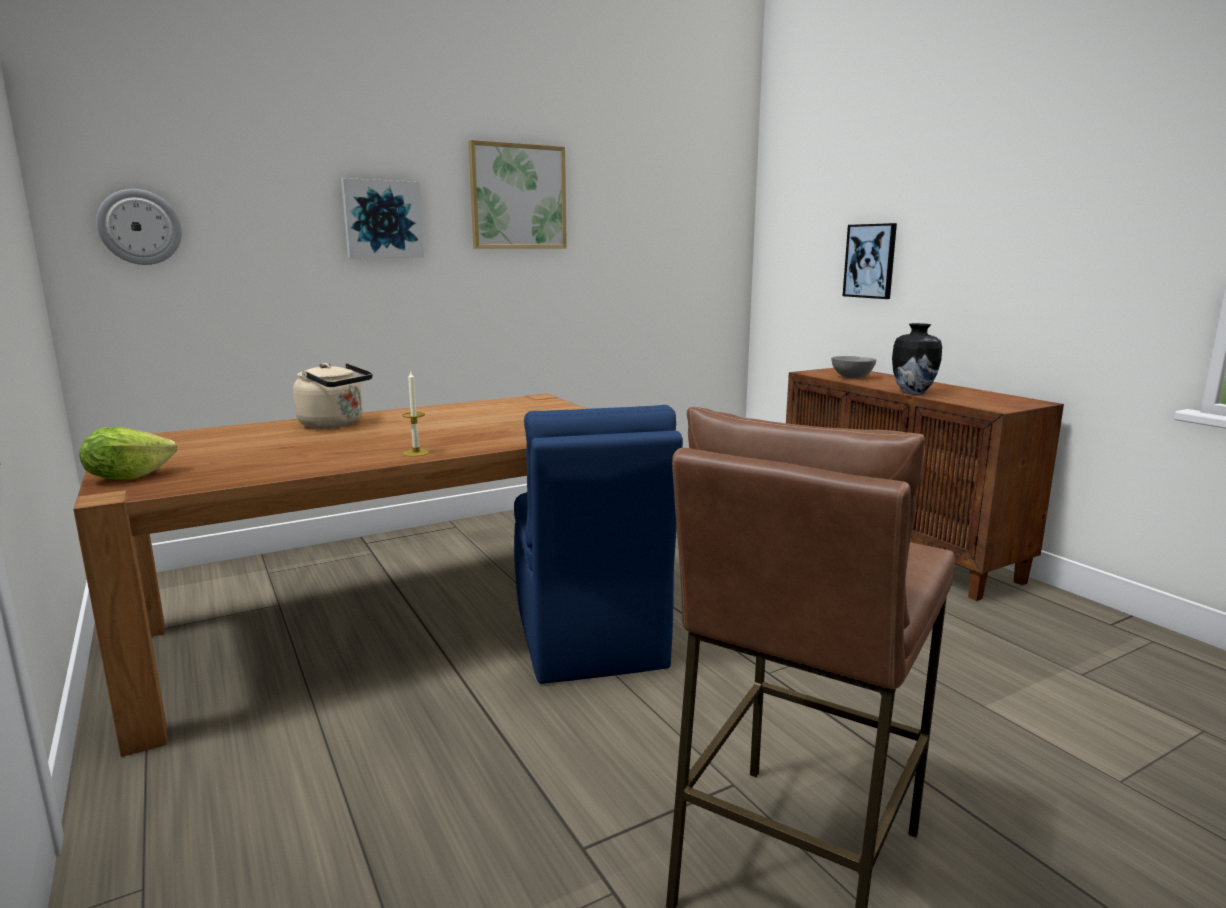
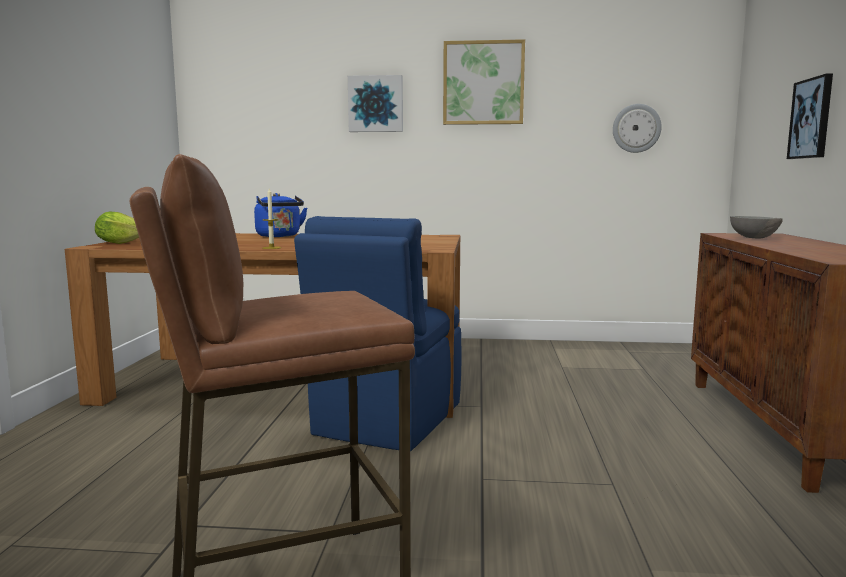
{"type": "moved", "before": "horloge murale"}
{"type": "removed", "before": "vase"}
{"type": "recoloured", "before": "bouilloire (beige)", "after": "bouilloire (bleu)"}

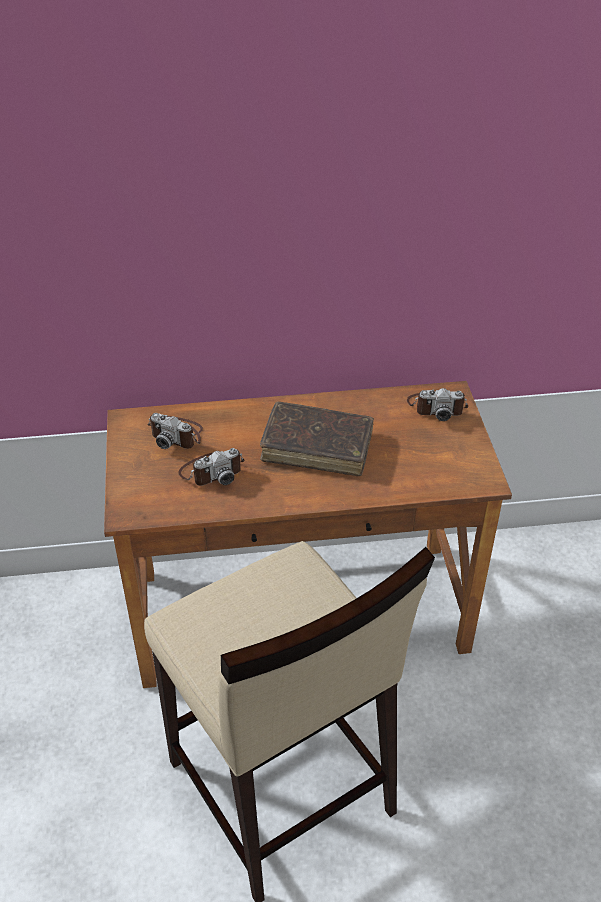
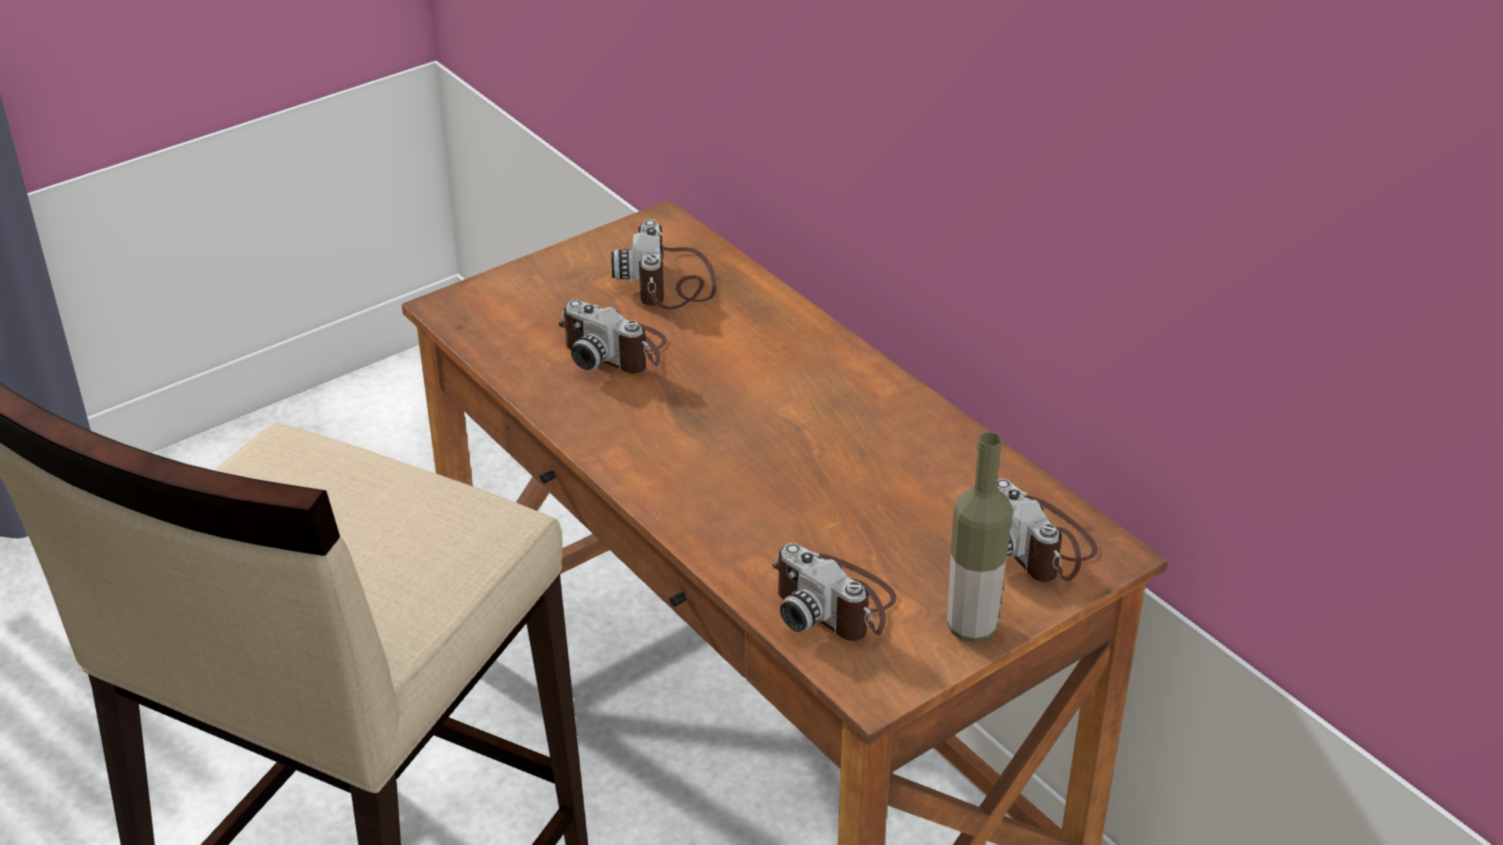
{"type": "removed", "before": "livre (marron)"}
{"type": "added", "after": "bouteille"}
{"type": "added", "after": "appareil photo (3rd from left)"}

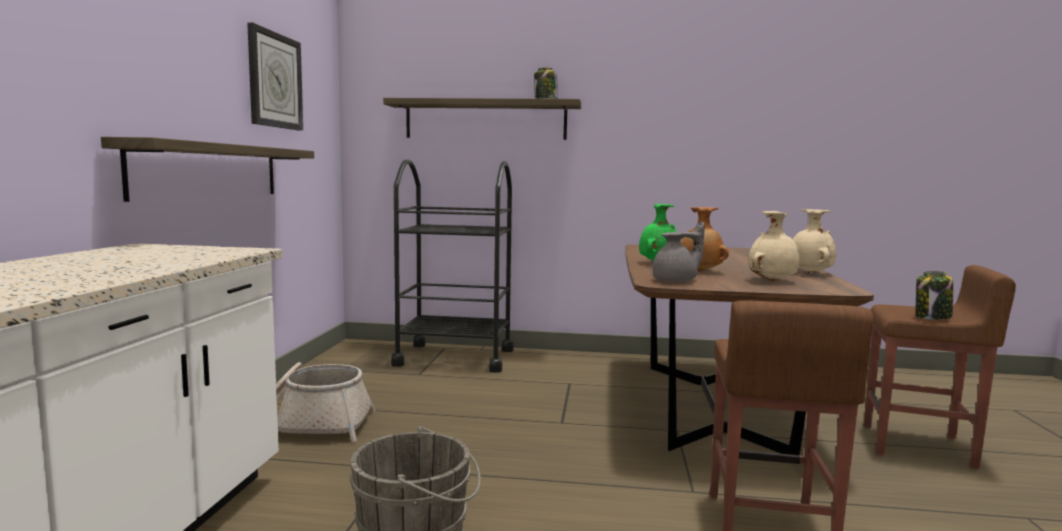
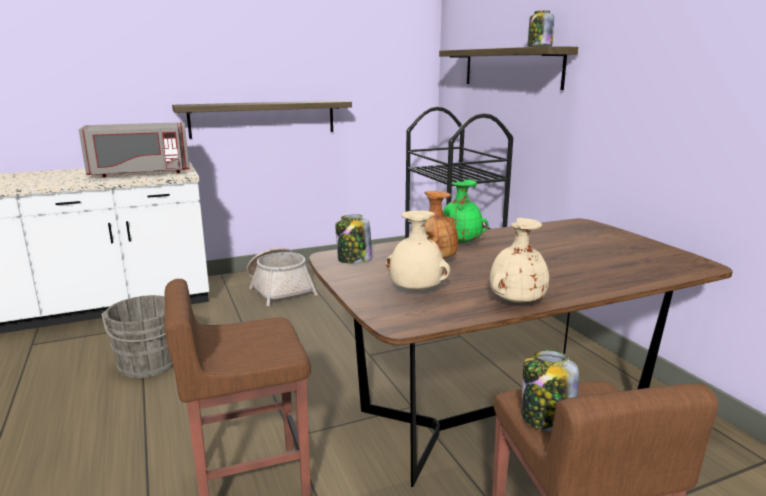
{"type": "removed", "before": "horloge murale"}
{"type": "replaced", "before": "théière (gris)", "after": "bocal (1st from left)"}
{"type": "added", "after": "micro-ondes (gris)"}

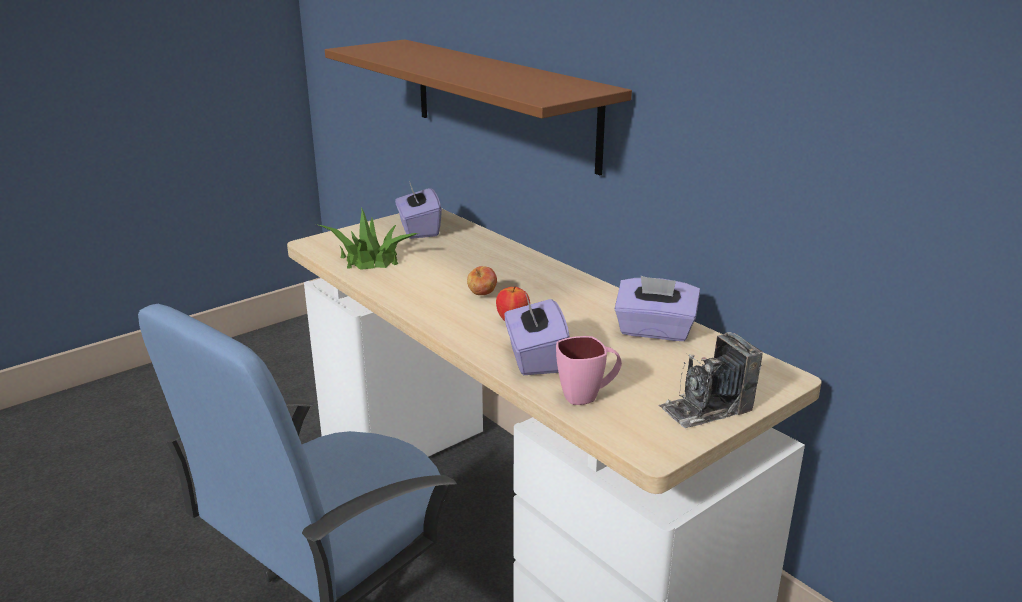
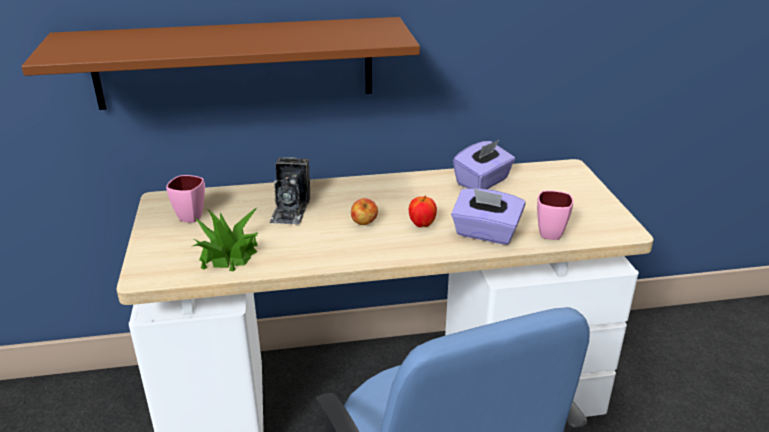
{"type": "replaced", "before": "boîte à mouchoirs (violet) (1st from left)", "after": "mug (rose) (1st from left)"}
{"type": "moved", "before": "appareil photo"}

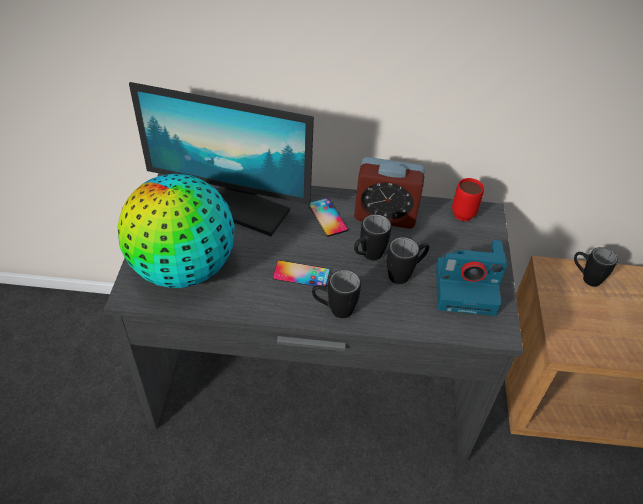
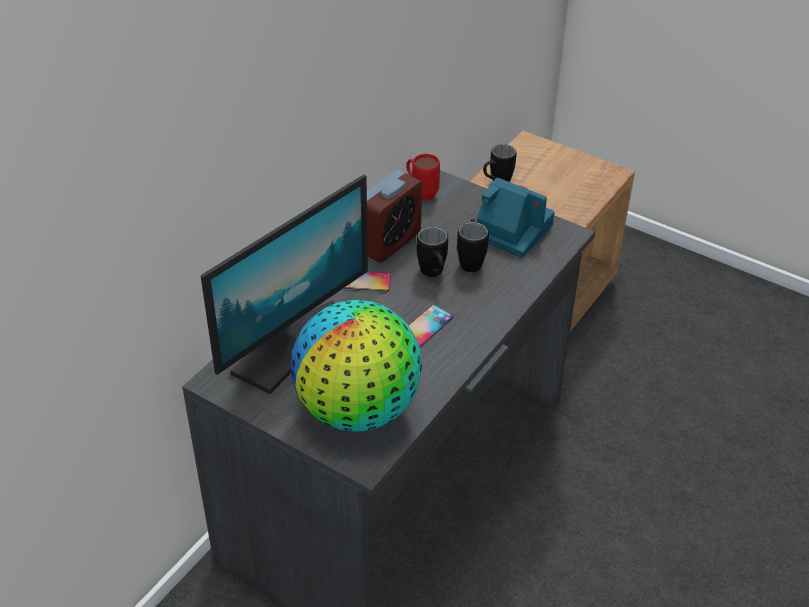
{"type": "turned", "before": "appareil photo", "turn": -90}
{"type": "removed", "before": "mug (noir) (1st from left)"}

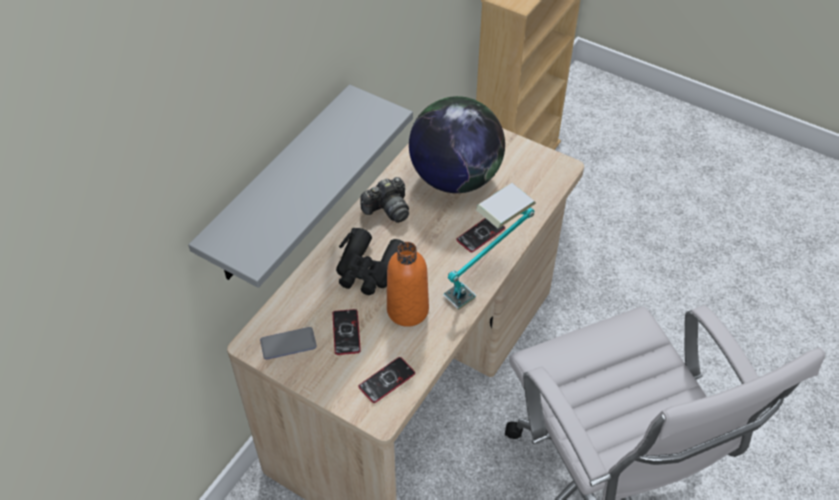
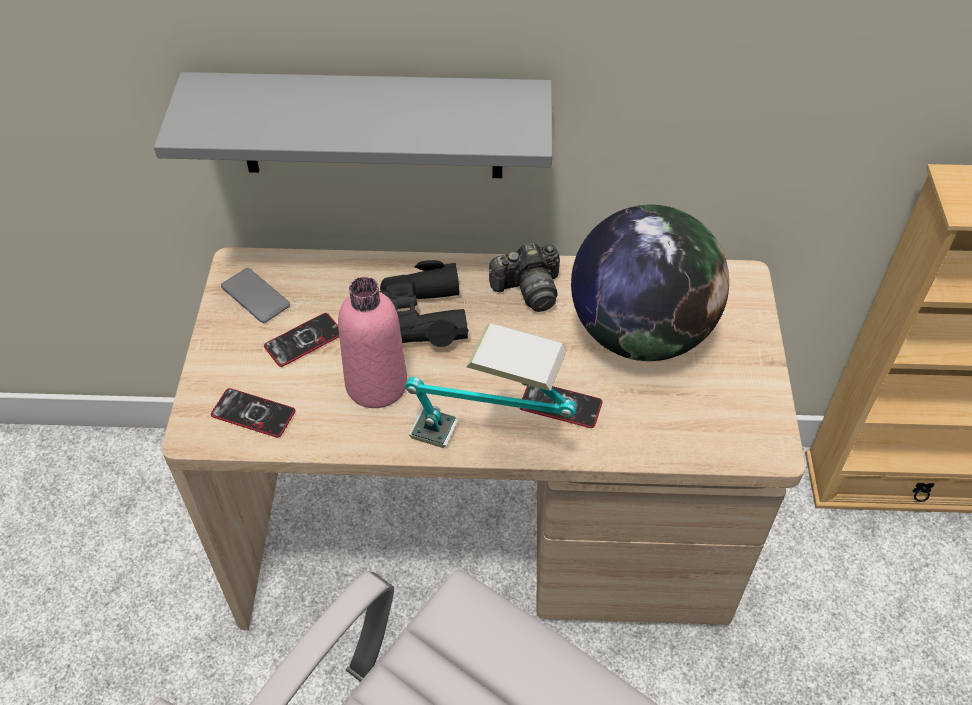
{"type": "turned", "before": "appareil photo", "turn": -45}
{"type": "recoloured", "before": "bouteille (orange)", "after": "bouteille (rose)"}

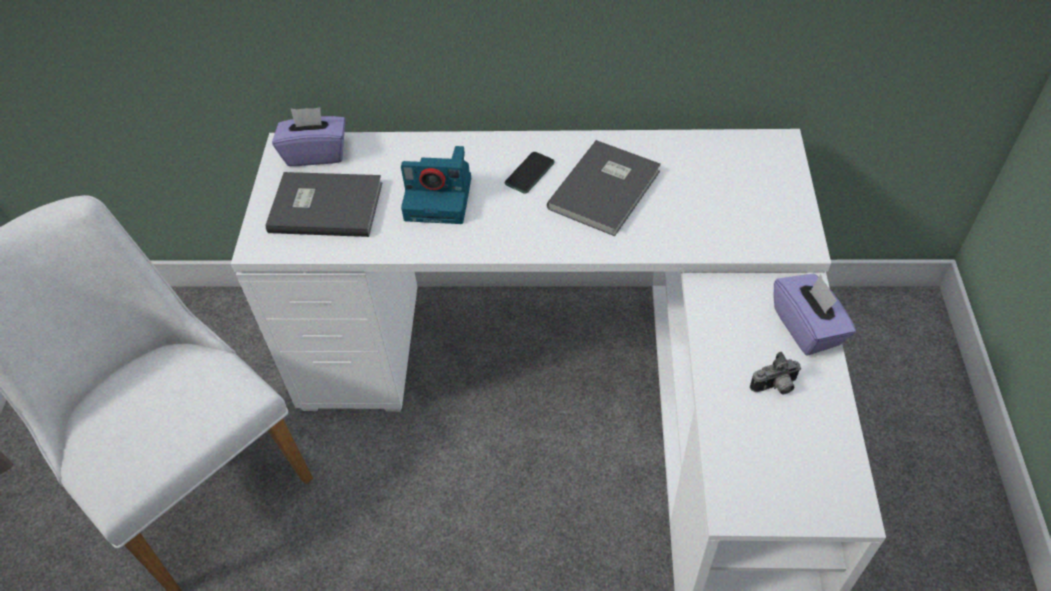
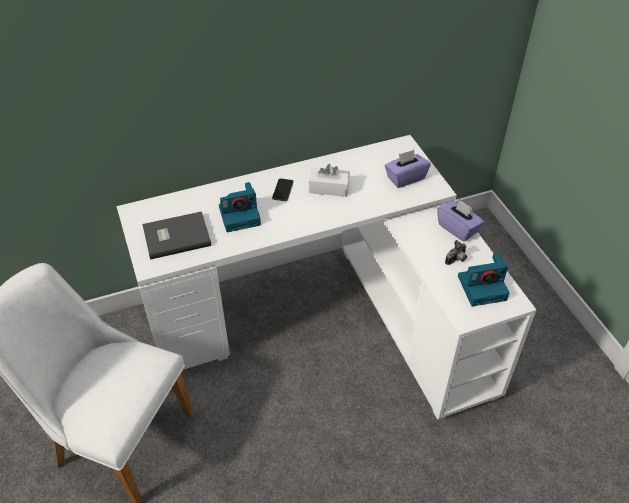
{"type": "moved", "before": "boîte à mouchoirs (violet) (1st from left)"}
{"type": "replaced", "before": "livre (gris) (2nd from left)", "after": "boîte à mouchoirs (blanc)"}
{"type": "added", "after": "appareil photo (3rd from left)"}

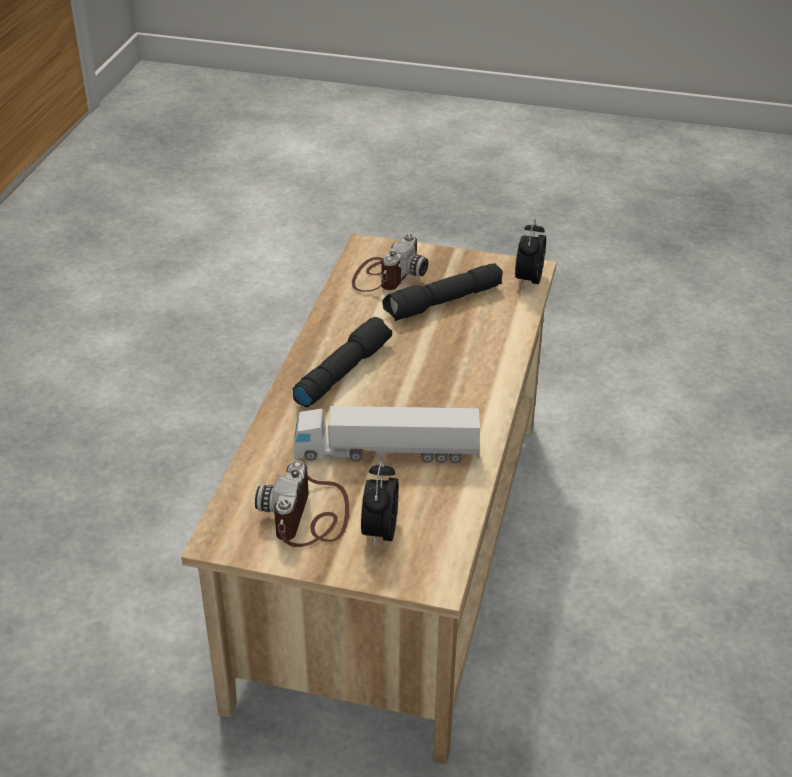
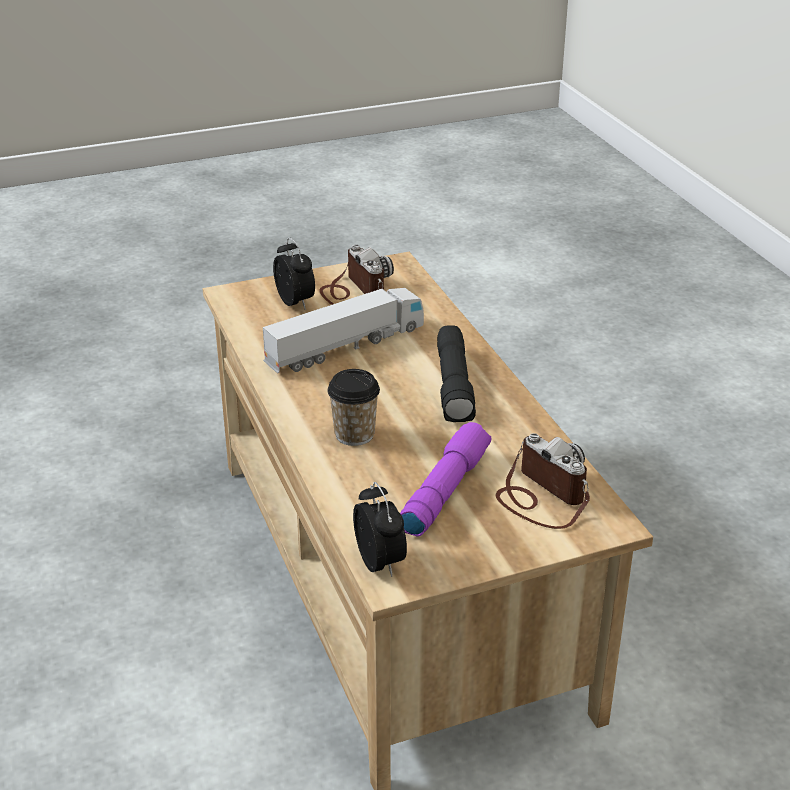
{"type": "turned", "before": "appareil photo (2nd from left)", "turn": 150}
{"type": "recoloured", "before": "lampe de poche (noir) (2nd from left)", "after": "lampe de poche (violet)"}
{"type": "added", "after": "tasse"}

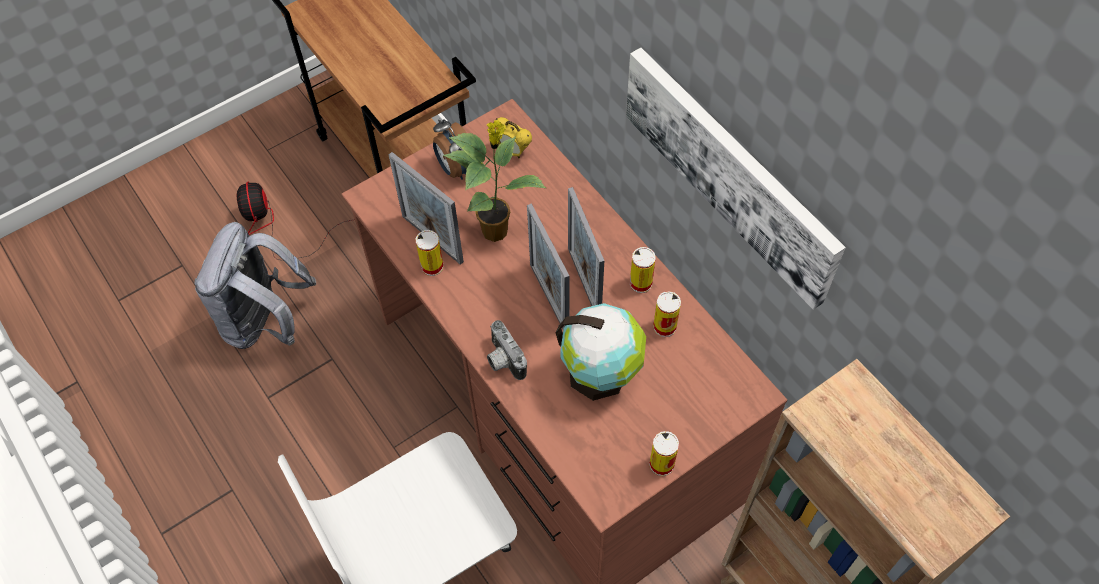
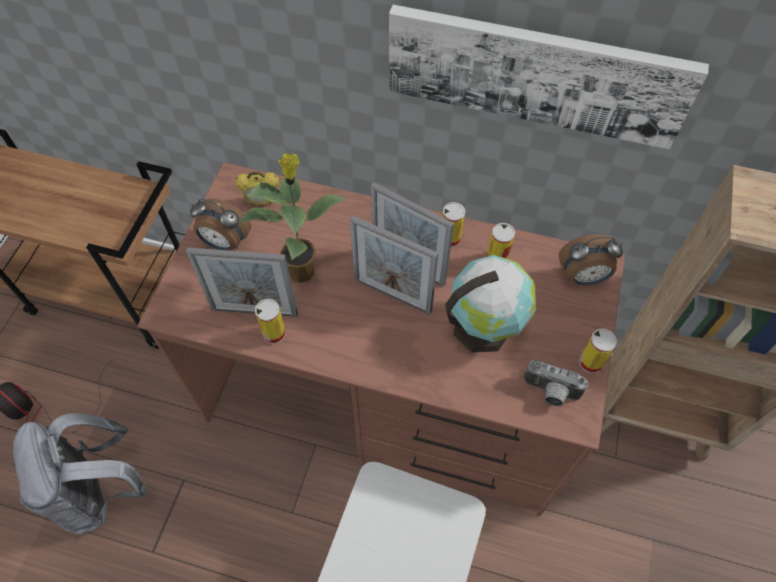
{"type": "moved", "before": "appareil photo"}
{"type": "added", "after": "réveil (3rd from left)"}

